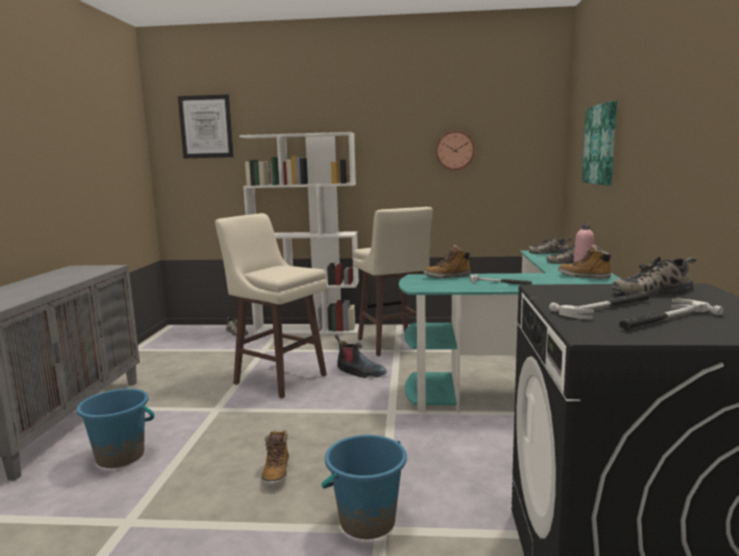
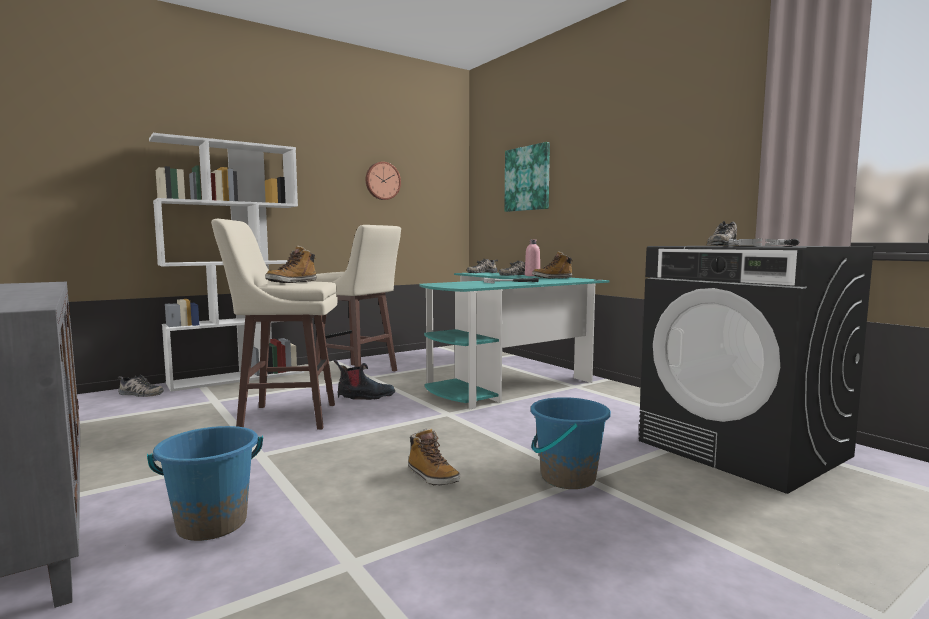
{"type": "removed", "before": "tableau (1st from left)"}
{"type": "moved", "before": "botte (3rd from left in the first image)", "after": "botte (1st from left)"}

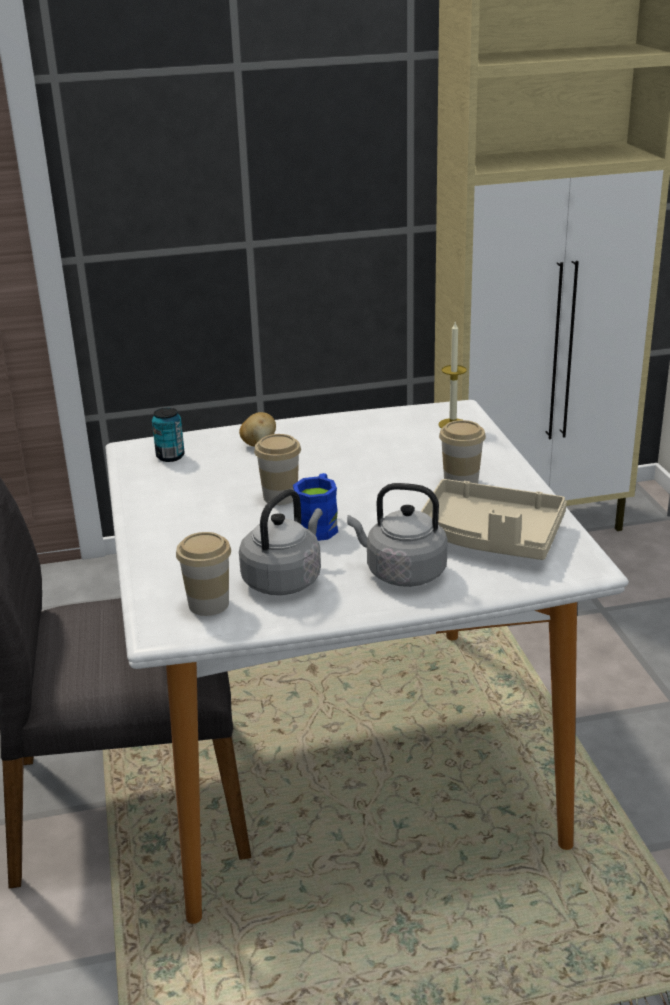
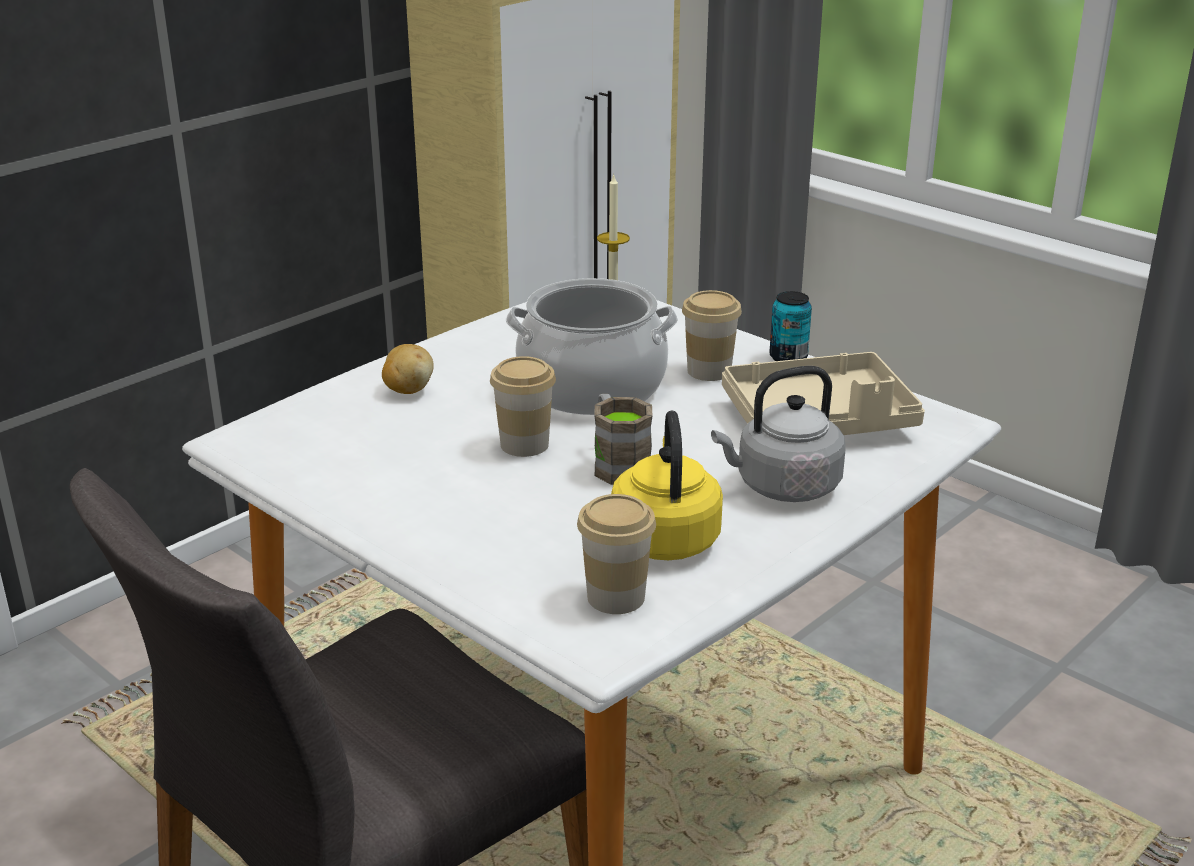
{"type": "moved", "before": "boîte métallique"}
{"type": "recoloured", "before": "mug (bleu)", "after": "mug (marron)"}
{"type": "recoloured", "before": "bouilloire (gris) (1st from left)", "after": "bouilloire (jaune)"}
{"type": "added", "after": "marmite"}

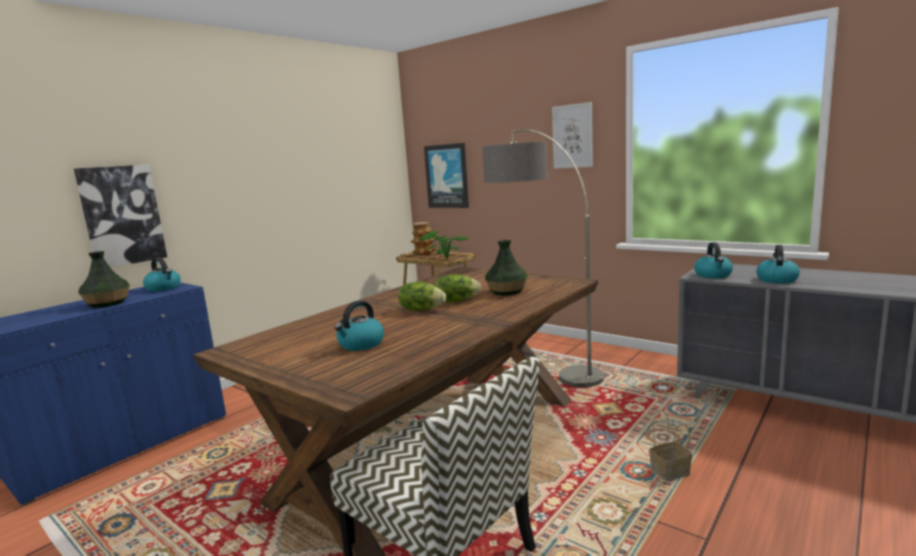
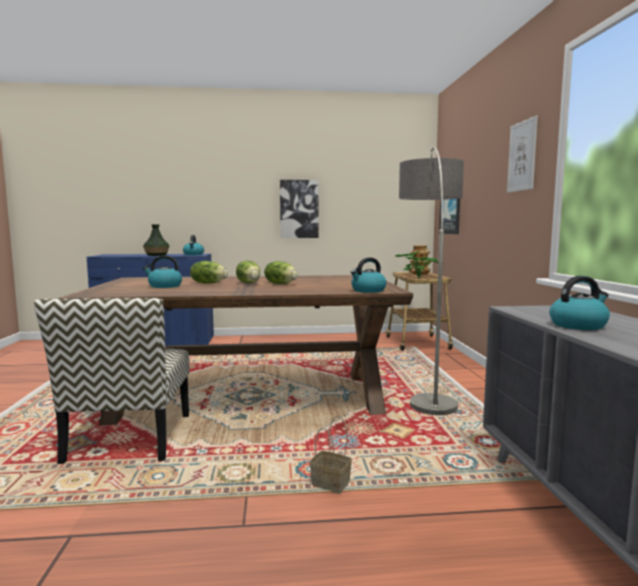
{"type": "moved", "before": "tableau (1st from left)"}
{"type": "removed", "before": "vase (3rd from left)"}
{"type": "moved", "before": "bouilloire (3rd from left)"}
{"type": "added", "after": "laitue (1st from left)"}

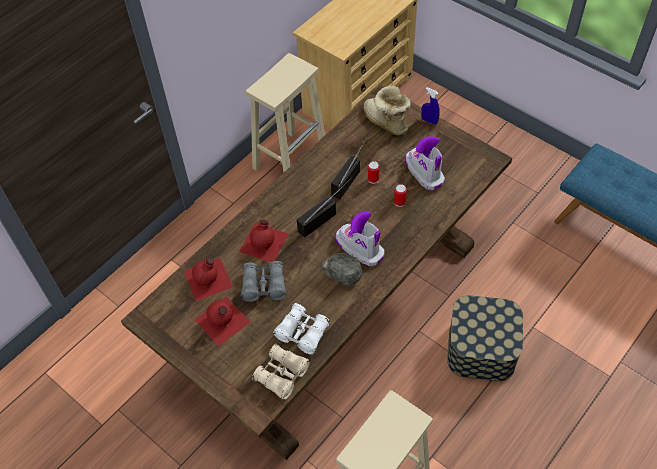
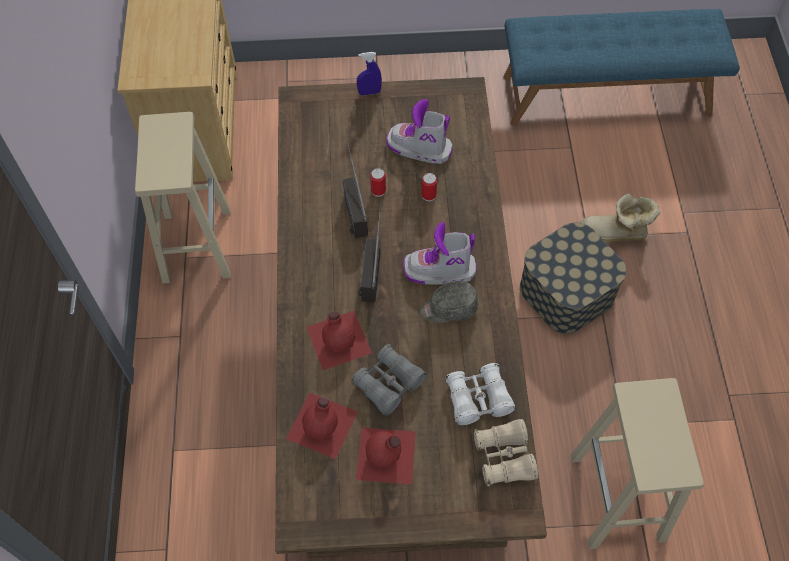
{"type": "moved", "before": "botte (2nd from left in the first image)", "after": "botte (3rd from left)"}

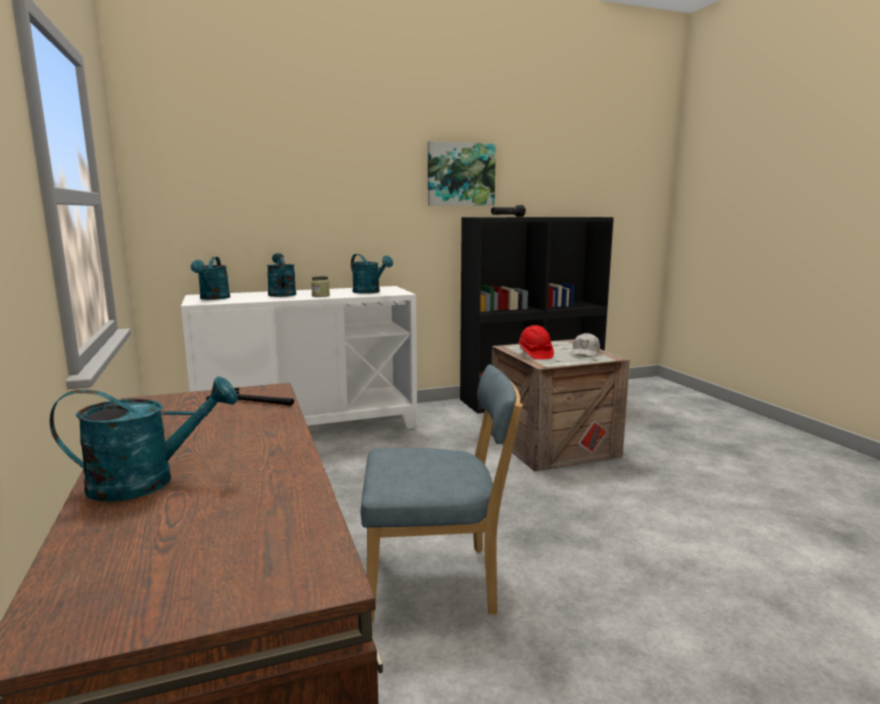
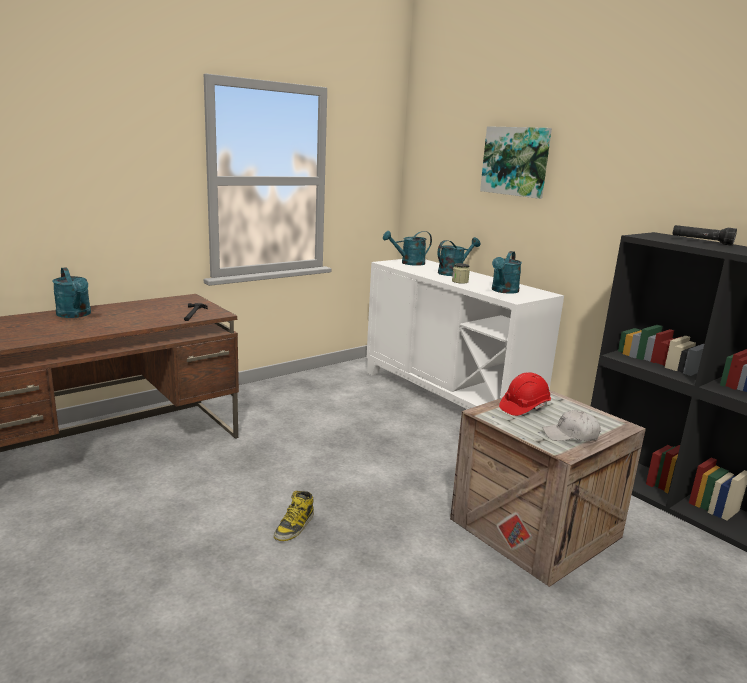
{"type": "moved", "before": "tableau"}
{"type": "removed", "before": "chaise (bleu)"}
{"type": "added", "after": "botte"}

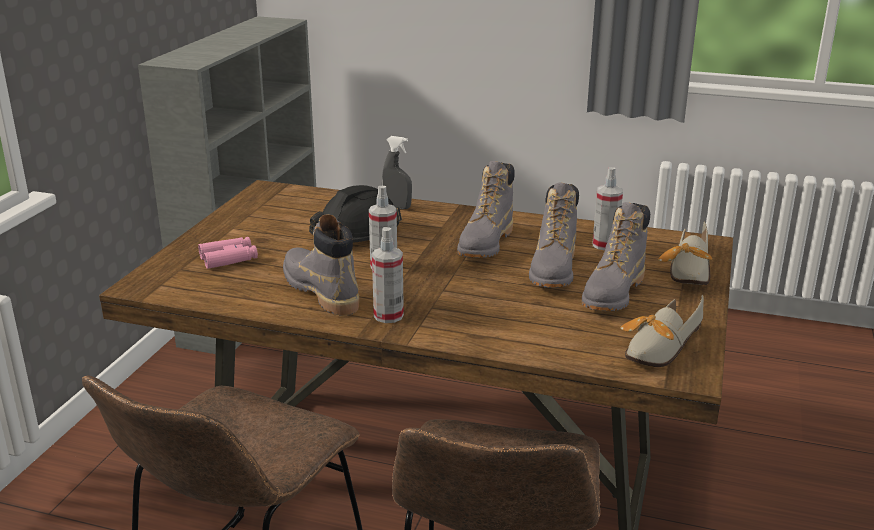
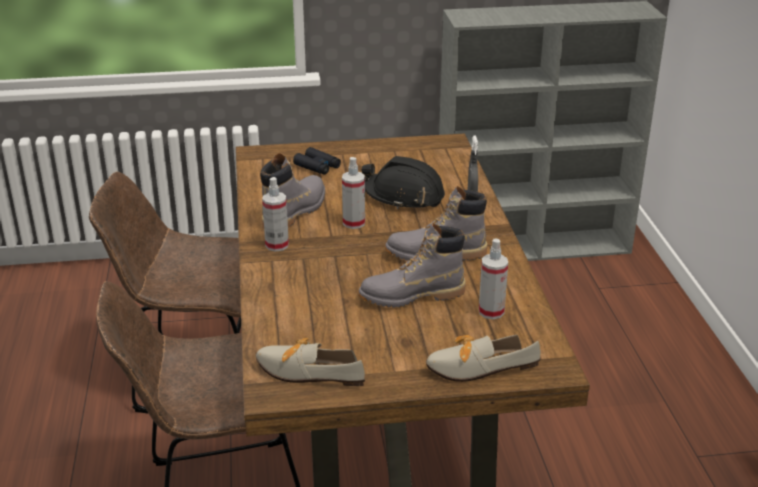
{"type": "removed", "before": "botte (gris) (4th from left)"}
{"type": "recoloured", "before": "jumelles (rose)", "after": "jumelles (noir)"}

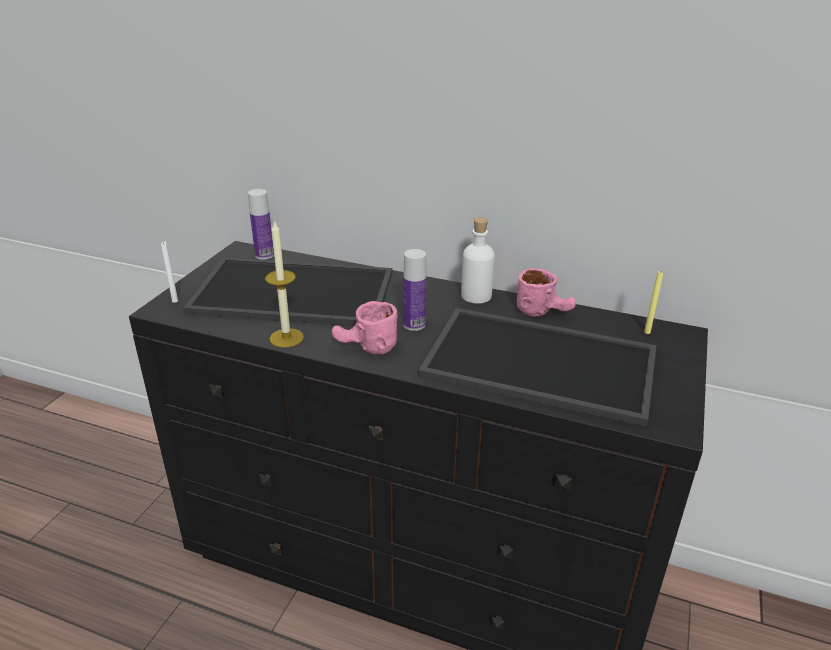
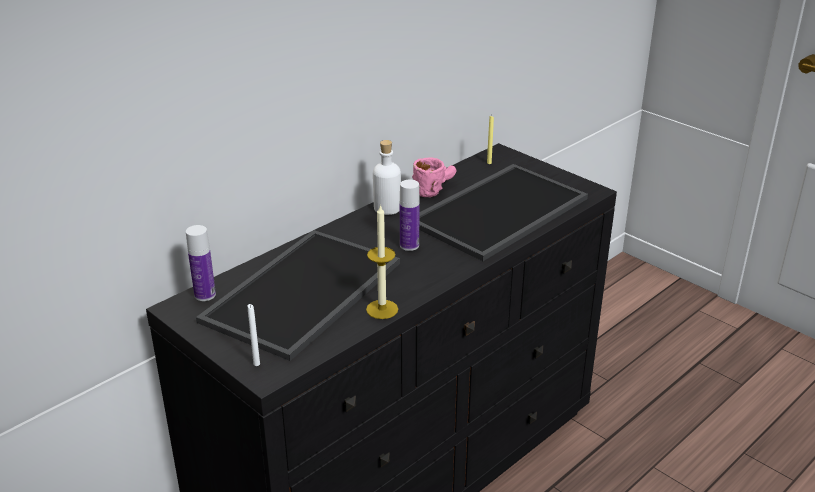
{"type": "removed", "before": "mug (rose) (1st from left)"}

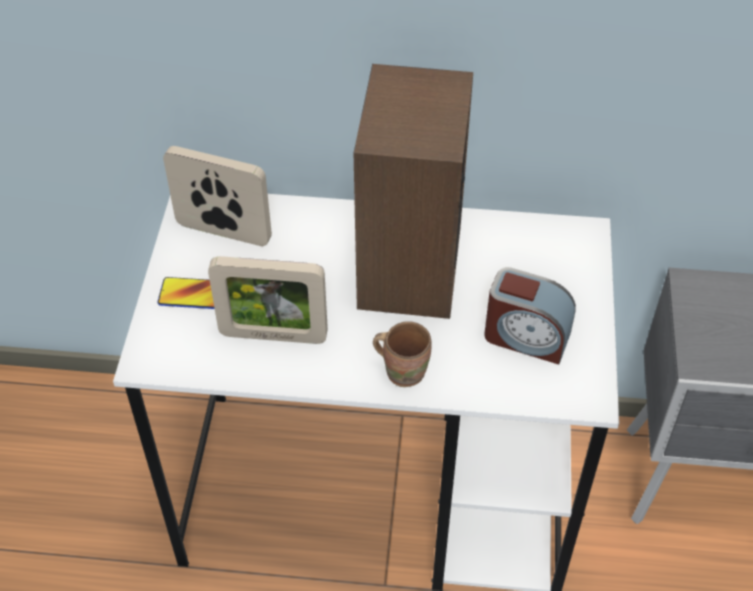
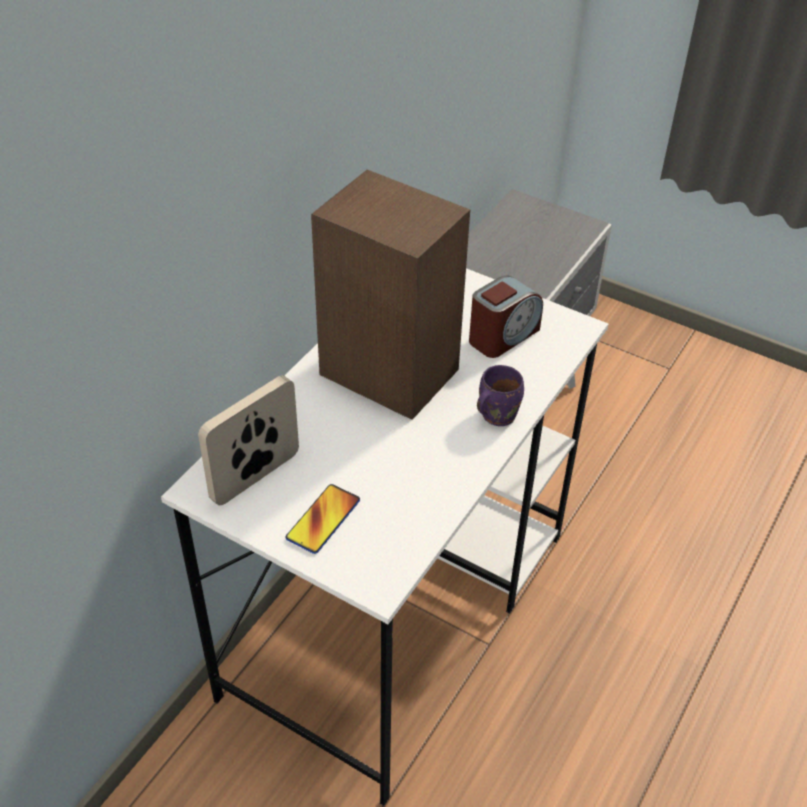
{"type": "removed", "before": "cadre photo (2nd from left)"}
{"type": "recoloured", "before": "mug (marron)", "after": "mug (violet)"}

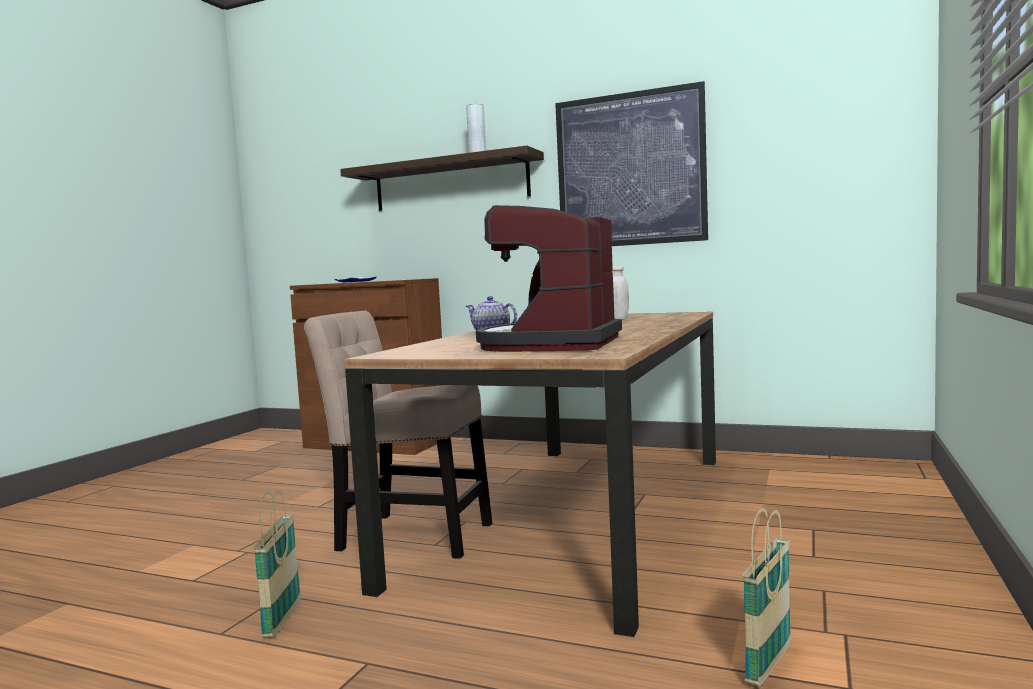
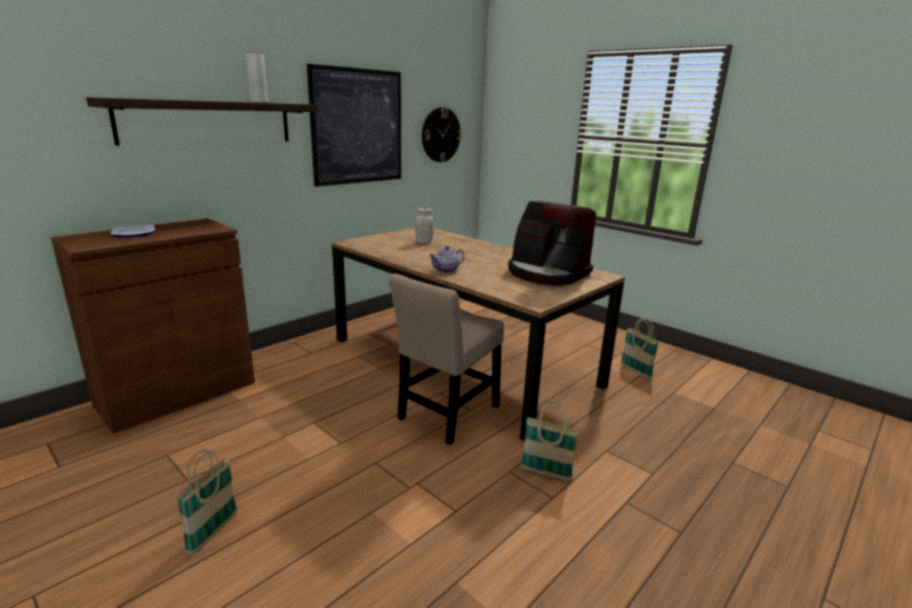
{"type": "added", "after": "horloge murale"}
{"type": "added", "after": "panier (1st from left)"}

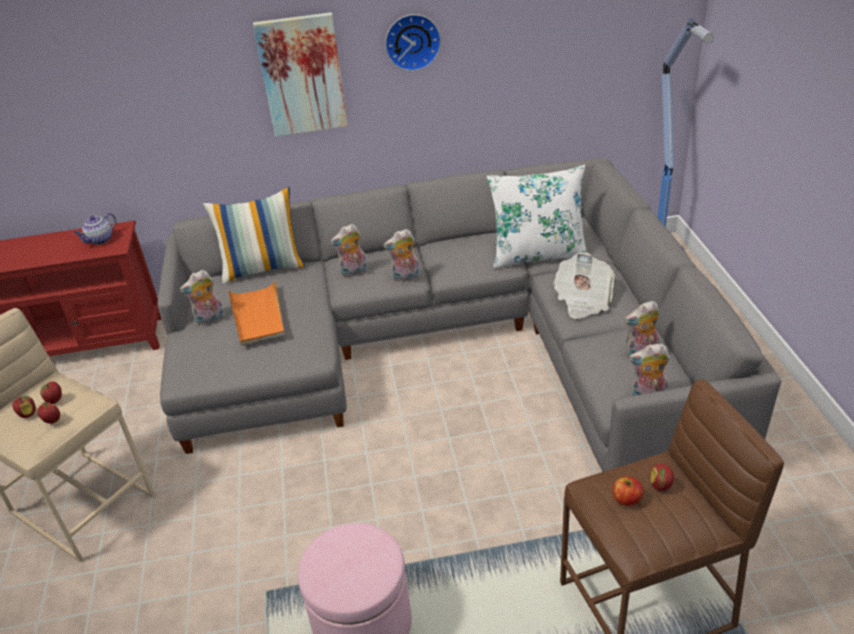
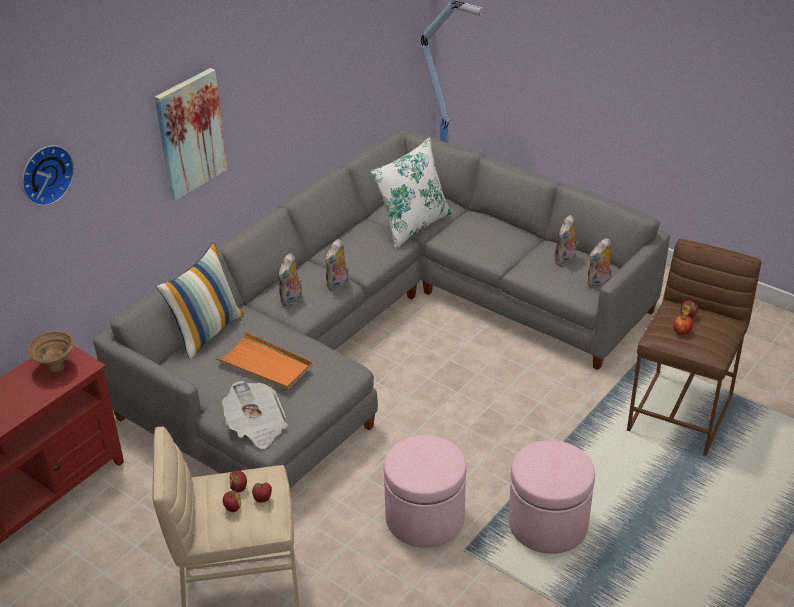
{"type": "moved", "before": "horloge murale"}
{"type": "replaced", "before": "théière", "after": "bol (marron)"}
{"type": "moved", "before": "journal"}
{"type": "removed", "before": "peluche (1st from left)"}
{"type": "added", "after": "pouf (rose) (1st from left)"}

